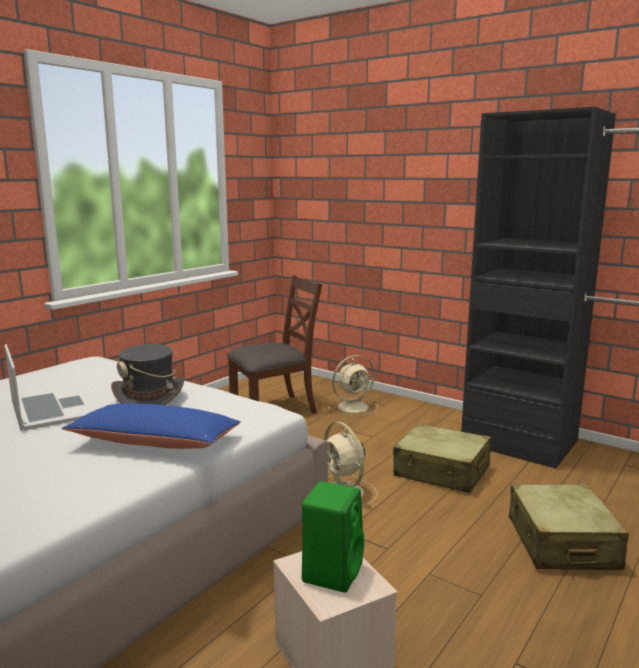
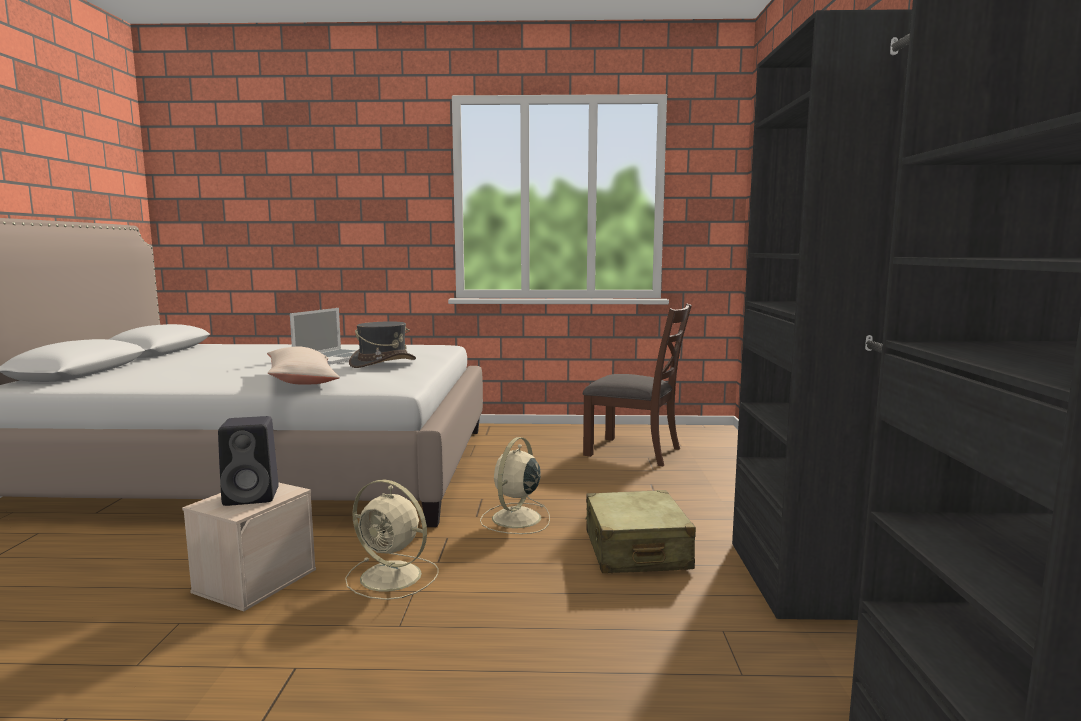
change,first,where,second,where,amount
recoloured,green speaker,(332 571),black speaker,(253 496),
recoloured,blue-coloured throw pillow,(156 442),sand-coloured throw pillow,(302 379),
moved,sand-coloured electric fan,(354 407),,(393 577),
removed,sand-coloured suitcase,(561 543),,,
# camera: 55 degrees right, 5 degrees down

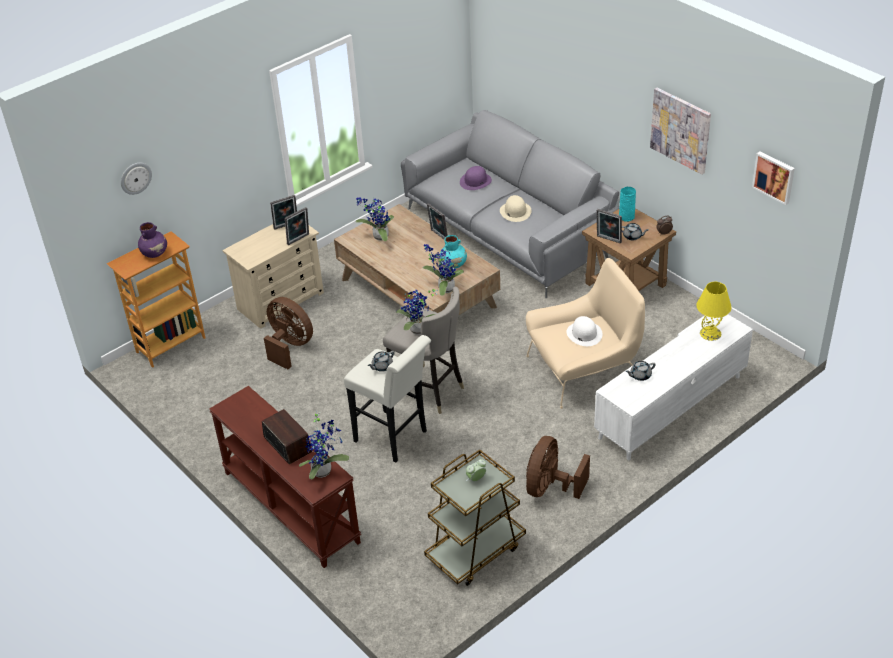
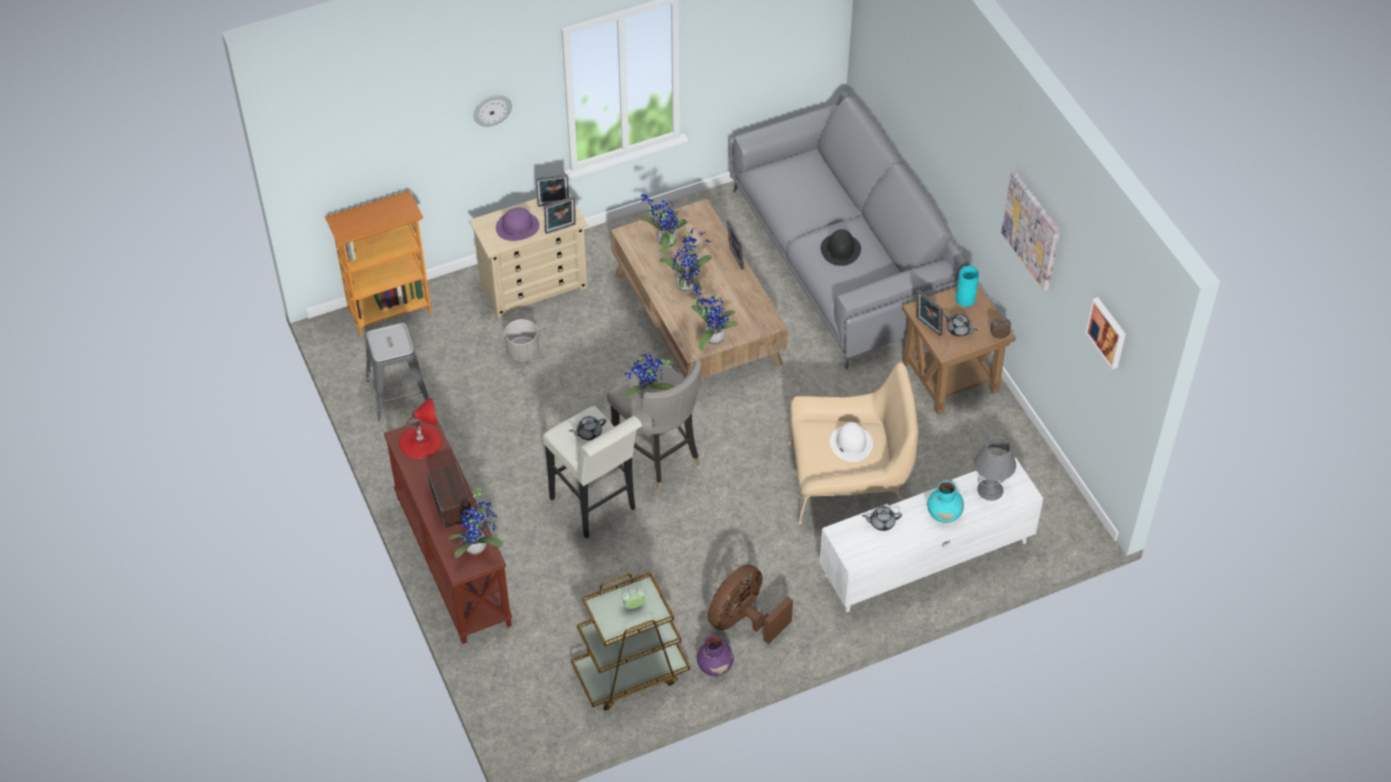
change,first,where,second,where,amount
added,,,grey stool,(399 393),
added,,,reddish tabletop lamp,(420 441),
moved,hanging clock,(135 178),,(492 109),
moved,purple-coloured clothing hat,(475 181),,(517 226),
replaced,brown electric fan,(289 346),grey flower pot,(522 352),
added,,,potted plant,(687 283),
moved,purple-coloured flower vase,(155 253),,(715 666),
recoloured,sand-coloured clothing hat,(515 211),black clothing hat,(840 249),
moved,turquoise-coloured flower vase,(454 264),,(944 514),
recoloured,yellowish tabletop lamp,(710 333),grey tabletop lamp,(990 490),
# camera: 15 degrees right, 10 degrees up

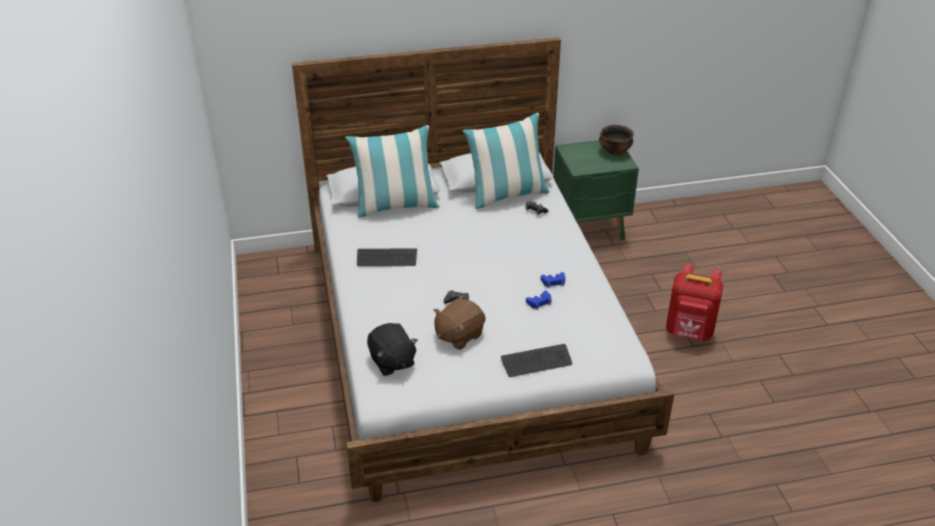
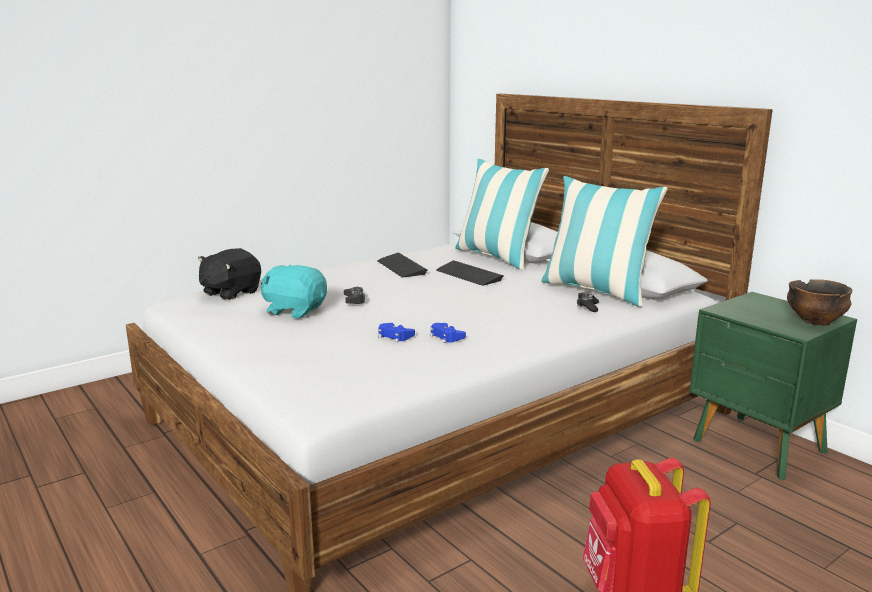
change,first,where,second,where,amount
recoloured,brown soft toy,(458 335),turquoise-coloured soft toy,(295 310),
moved,PC keyboard,(536 361),,(468 275),
# camera: 65 degrees right, 20 degrees down

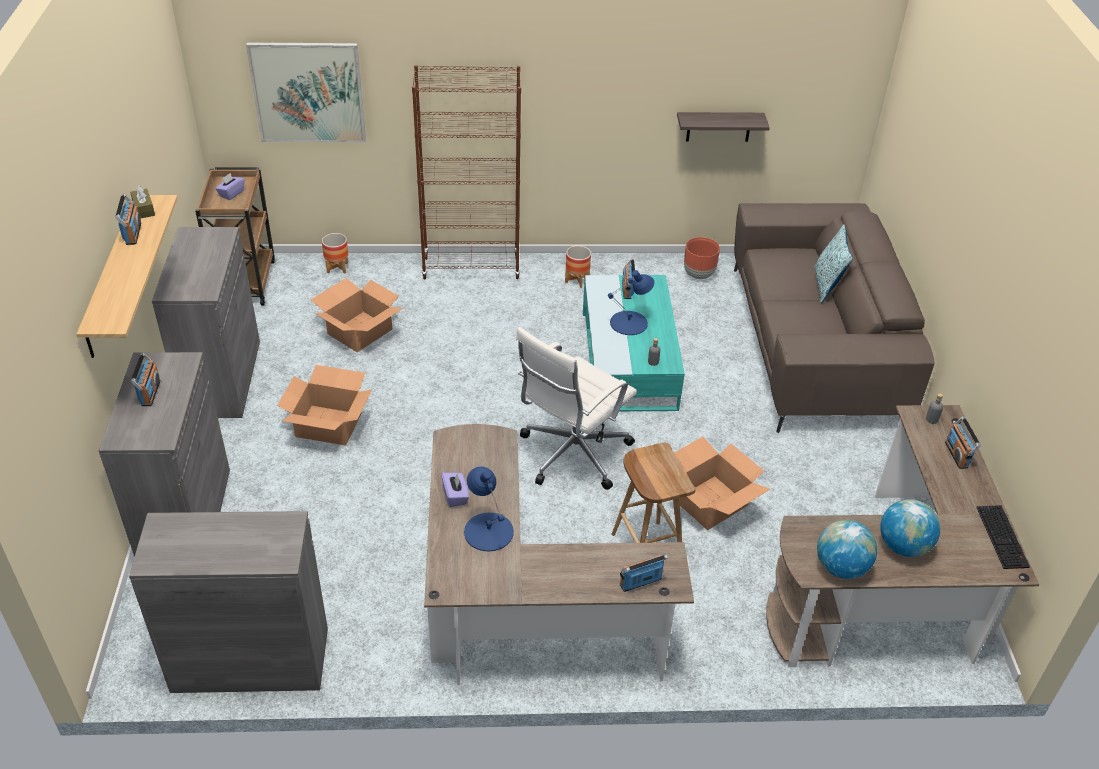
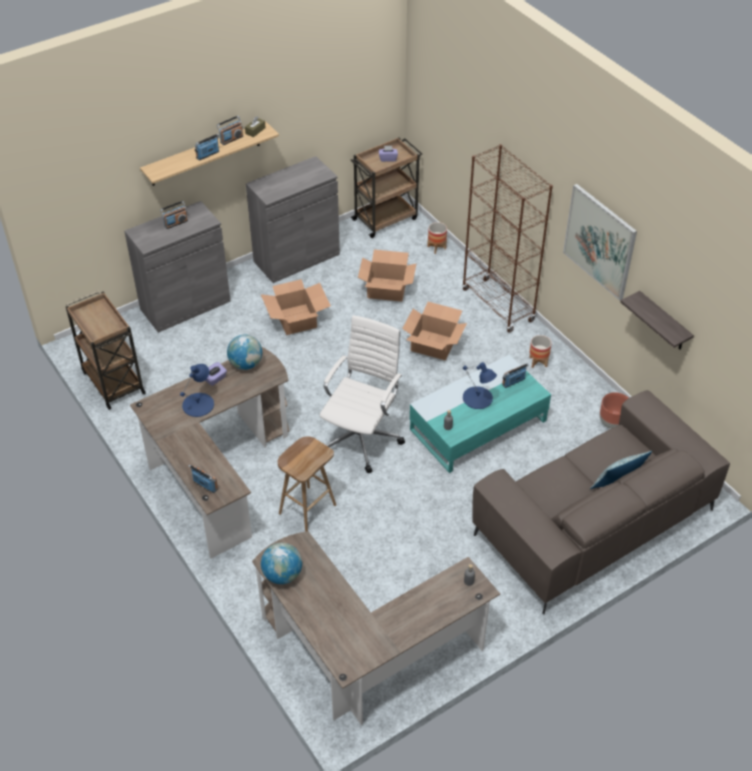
change,first,where,second,where,amount
replaced,grey cupboard,(250 660),brown cart,(113 381),
moved,radio set,(957 455),,(208 155),
moved,globe,(903 546),,(246 364),
turned,white-coloured office chair,(572 454),,(362 437),105 degrees clockwise
moved,packing box,(710 502),,(433 344),
moved,wall picture,(308 92),,(600 241),
removed,PC keyboard,(1003 537),,,
# camera: 60 degrees right, 5 degrees up

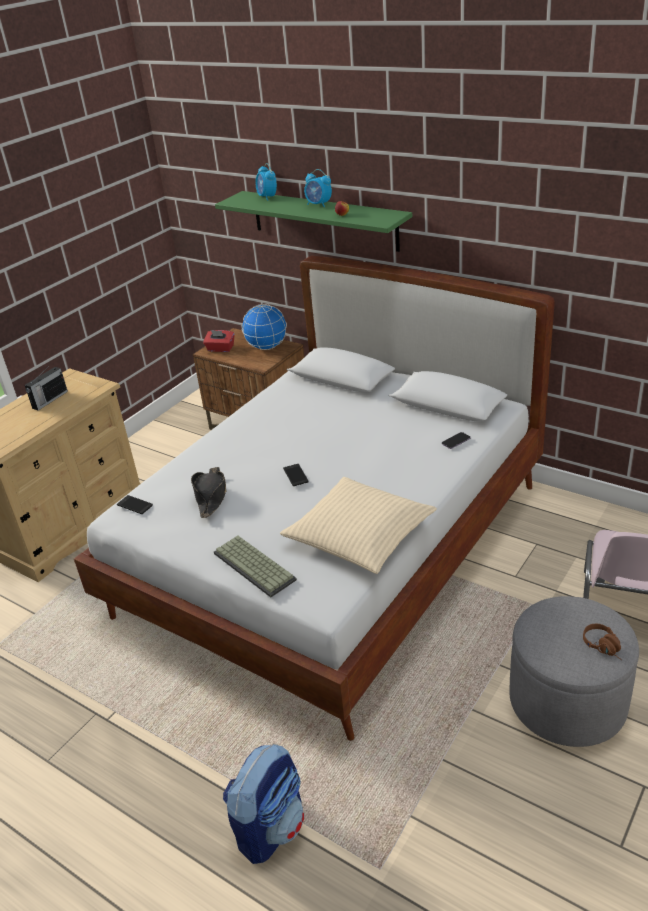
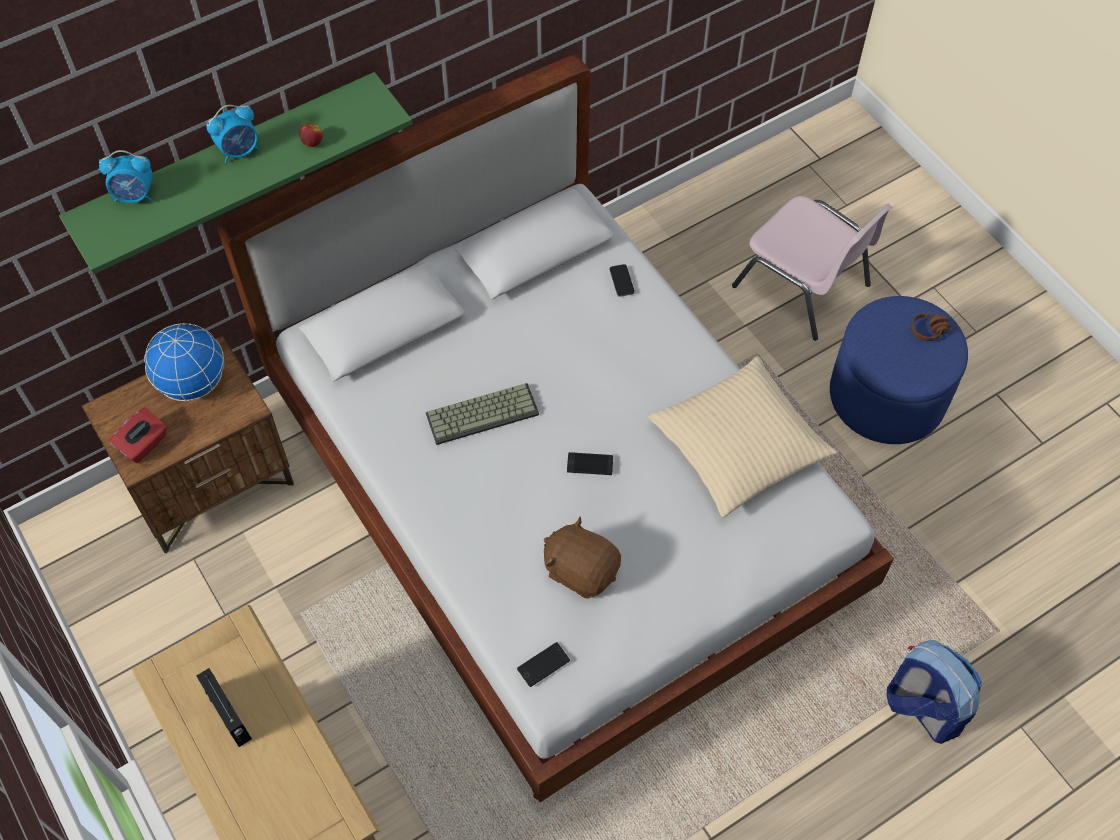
change,first,where,second,where,amount
moved,PC keyboard,(256 566),,(483 412),
replaced,black clothing hat,(211 496),brown soft toy,(581 570),
recoloured,grey pouffe,(567 701),blue-coloured pouffe,(887 396),
# camera: 70 degrees left, 25 degrees up

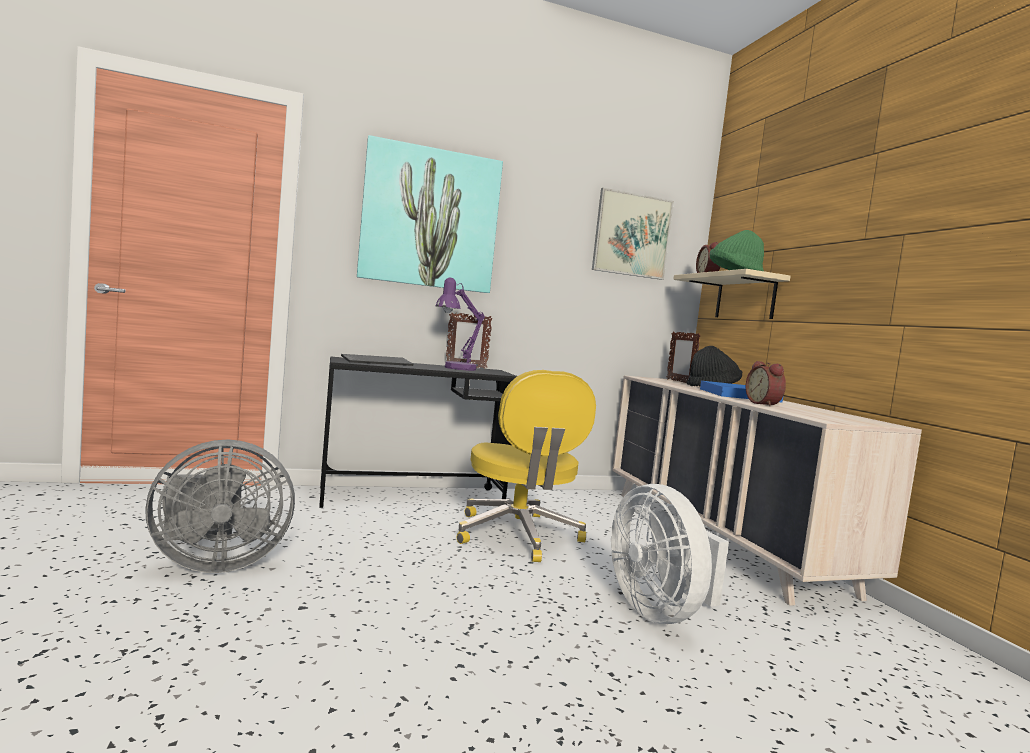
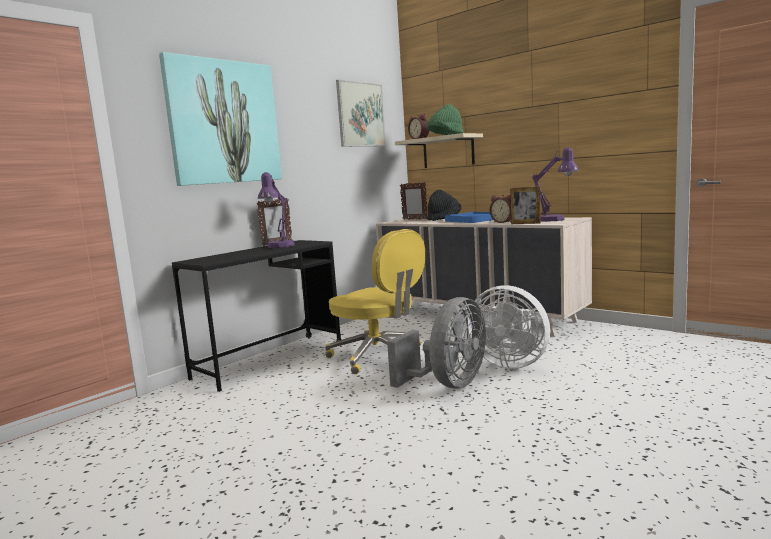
change,first,where,second,where,amount
moved,grey electric fan,(215 563),,(449 384),
added,,,picture frame,(525 223),
added,,,purple-coloured tabletop lamp,(556 220),
removed,PC keyboard,(377 362),,,
# camera: 30 degrees left, 5 degrees up

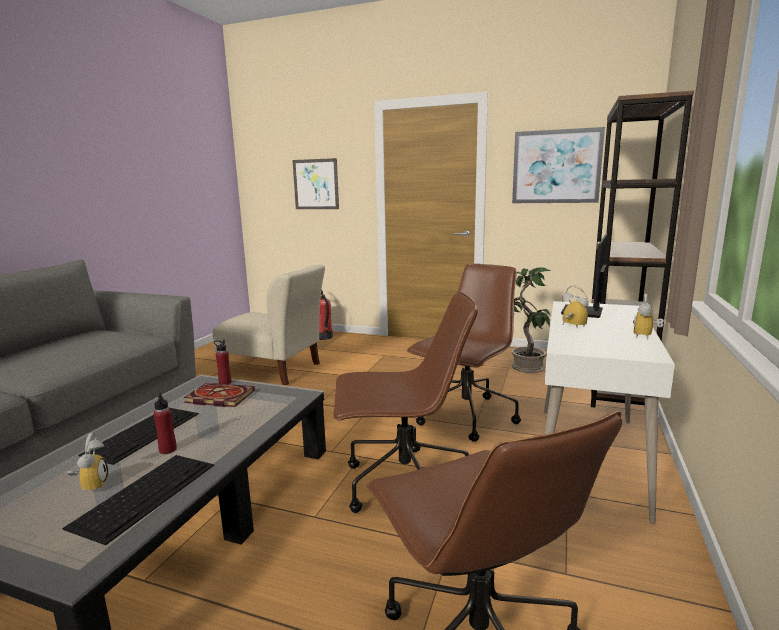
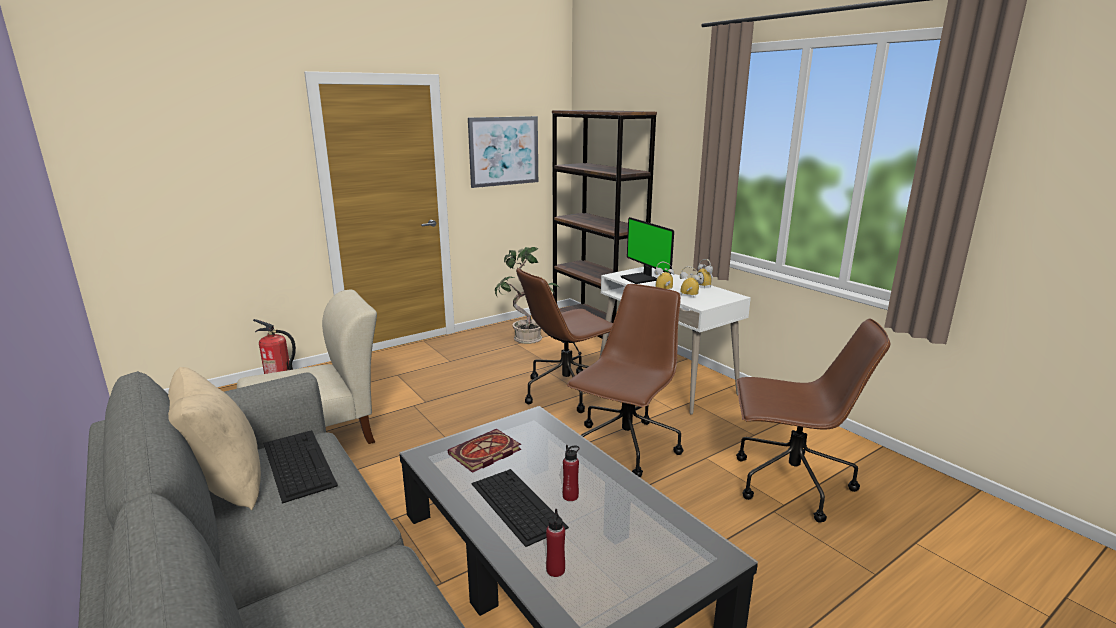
change,first,where,second,where,amount
added,,,sand-coloured throw pillow,(224 484),
moved,PC keyboard,(146 493),,(297 463),
turned,brown office chair,(465 417),,(567 391),105 degrees counterclockwise
moved,reddish drink bottle,(225 382),,(555 570),
moved,table clock,(91 485),,(688 296),
removed,wall picture,(316 184),,,
# camera: 55 degrees left, 5 degrees up

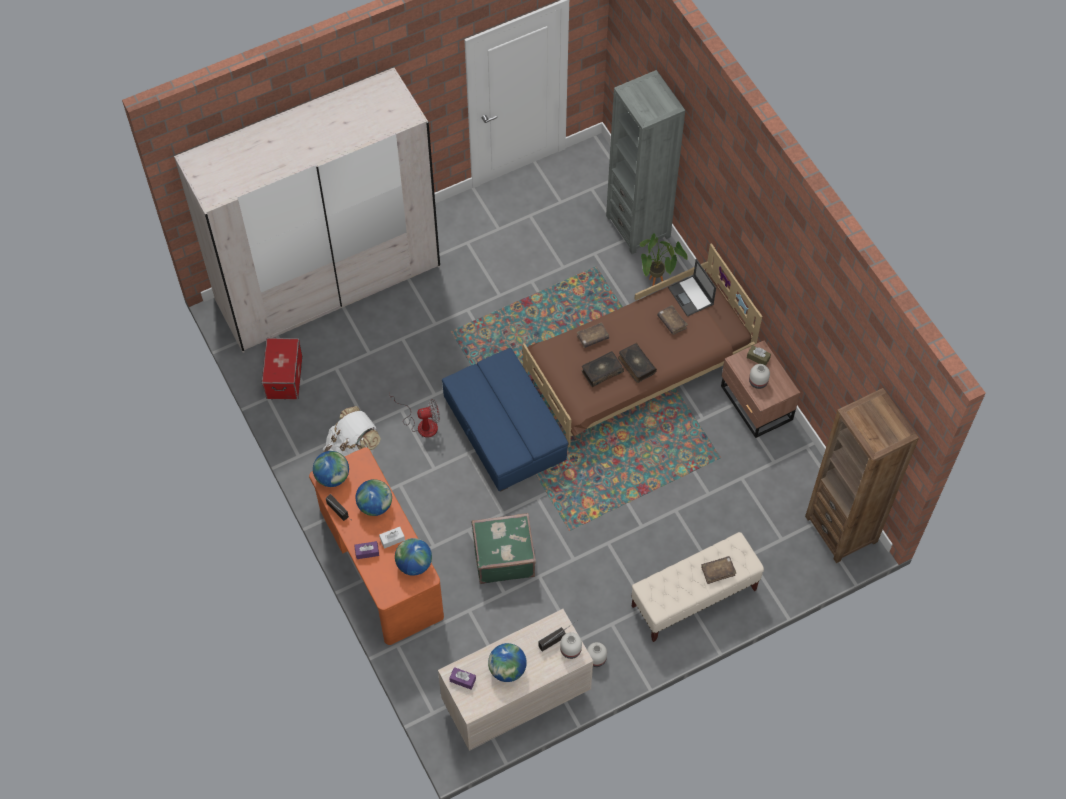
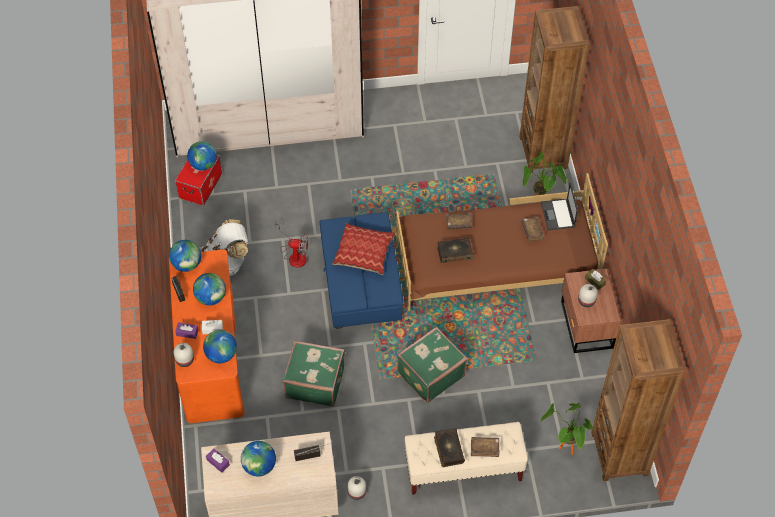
change,first,where,second,where,amount
moved,white-coloured flower vase,(571 650),,(185 361),
added,,,globe,(203 164),
added,,,throw pillow,(364 253),
added,,,green suitcase,(429 374),
moved,bound book,(636 365),,(448 450),
recoloured,grey bookcase,(638 226),brown bookcase,(543 152),
added,,,potted plant,(564 451),
# camera: 20 degrees right, 5 degrees down

